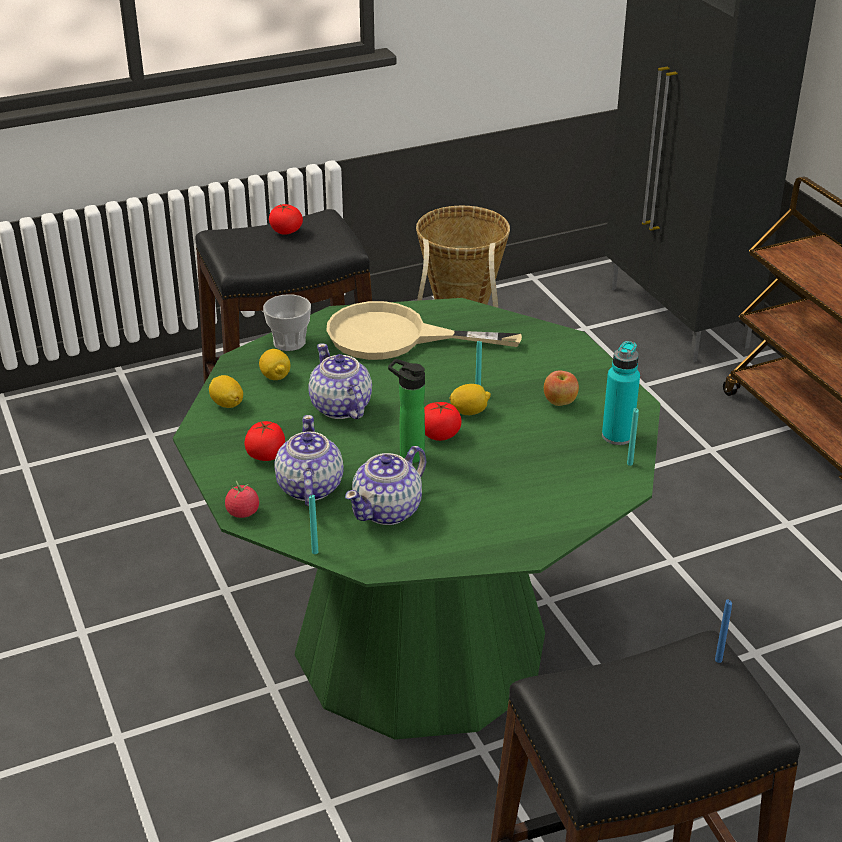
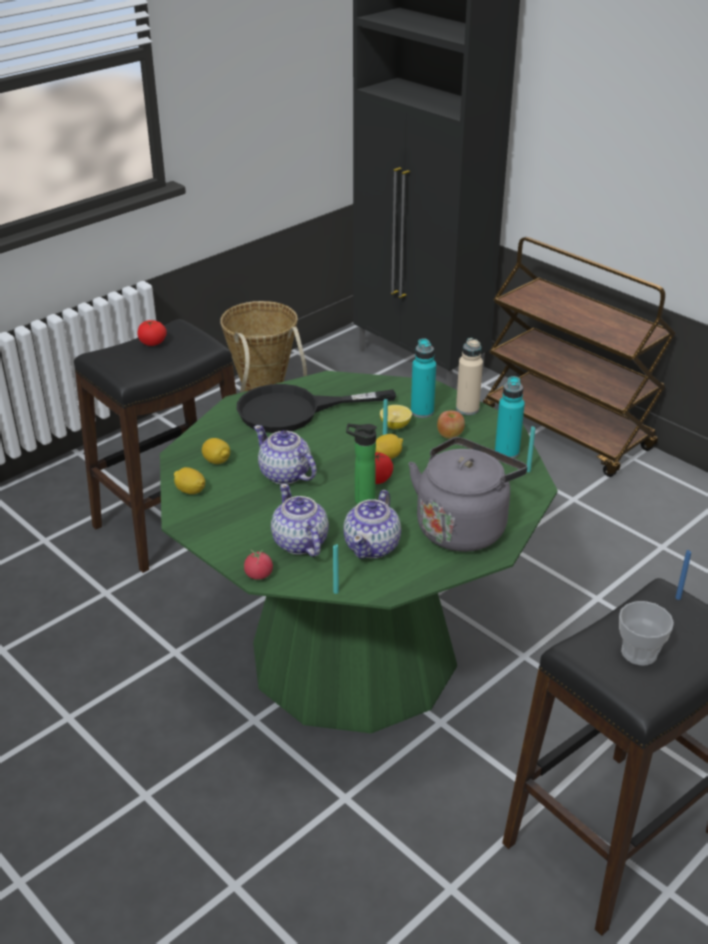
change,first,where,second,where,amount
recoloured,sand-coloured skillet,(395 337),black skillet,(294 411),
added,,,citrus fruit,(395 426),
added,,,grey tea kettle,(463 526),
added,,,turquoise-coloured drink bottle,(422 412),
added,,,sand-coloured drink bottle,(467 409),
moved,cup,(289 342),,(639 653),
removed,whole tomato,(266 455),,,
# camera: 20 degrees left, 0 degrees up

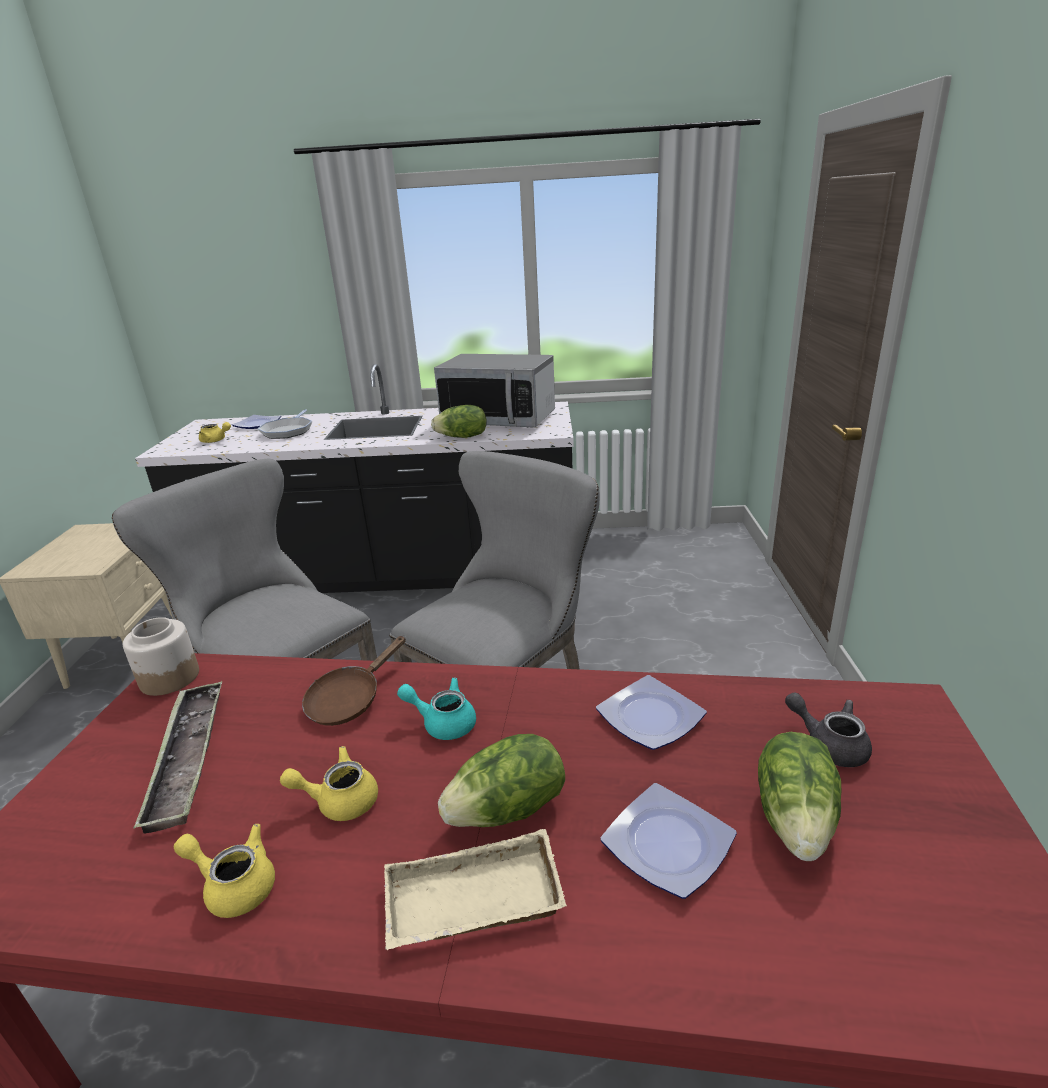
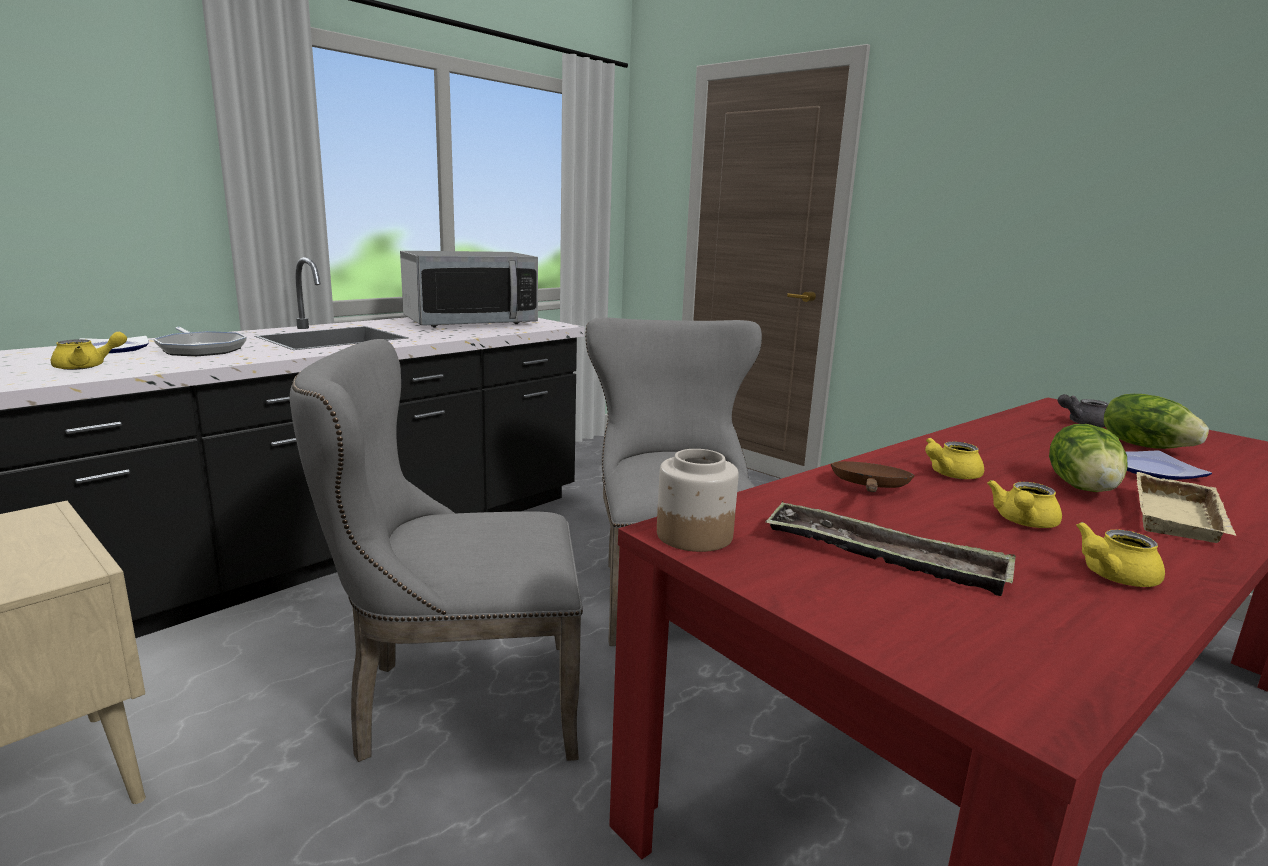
change,first,where,second,where,amount
turned,brown skillet,(350 700),,(869 488),150 degrees counterclockwise
recoloured,turquoise-coloured pot for tea,(443 722),yellowish pot for tea,(949 474),
removed,head of lettuce,(462 437),,,
removed,flat dish,(650 719),,,
# camera: 50 degrees left, 10 degrees down

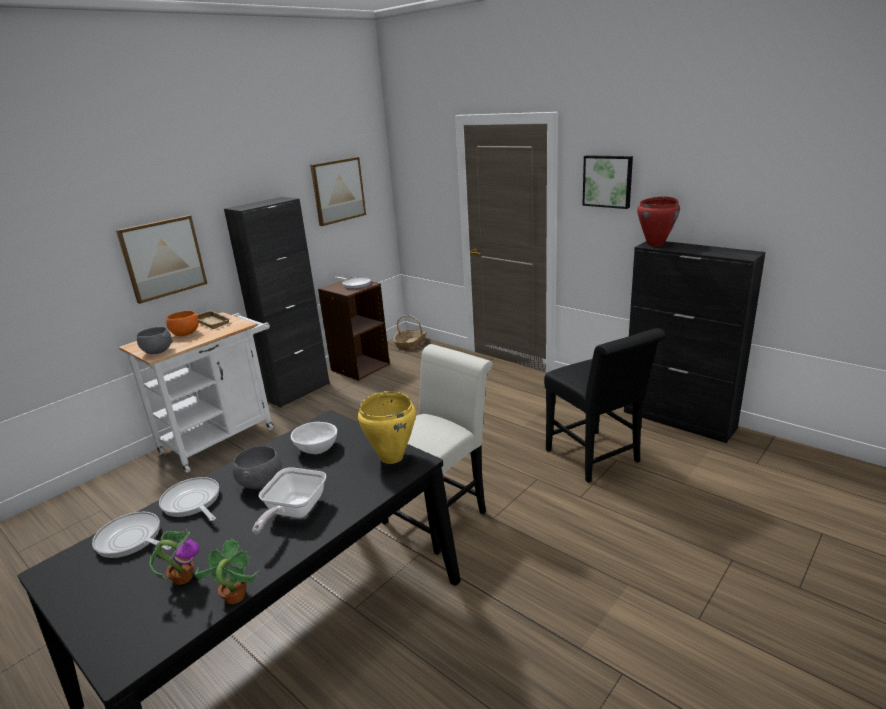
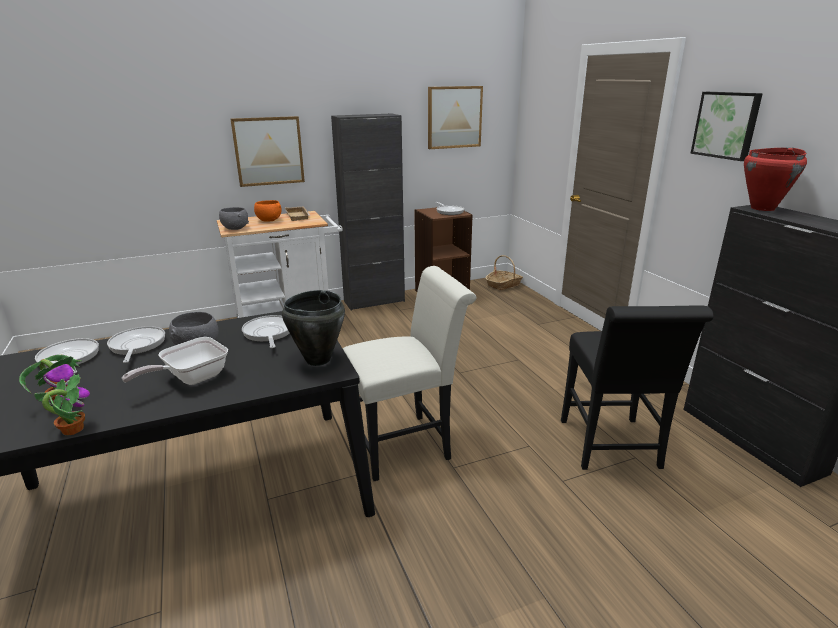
change,first,where,second,where,amount
replaced,white-coloured bowl,(316 448),skillet,(268 333),
recoloured,yellowish stockpot,(391 457),black stockpot,(317 360),
# camera: 25 degrees right, 0 degrees up

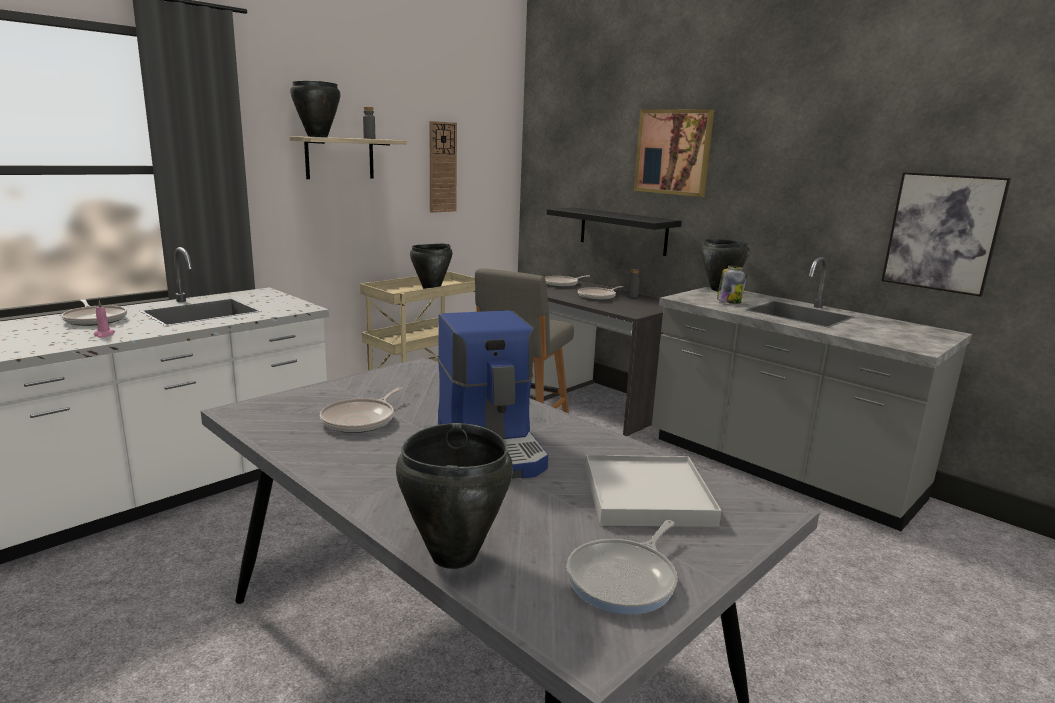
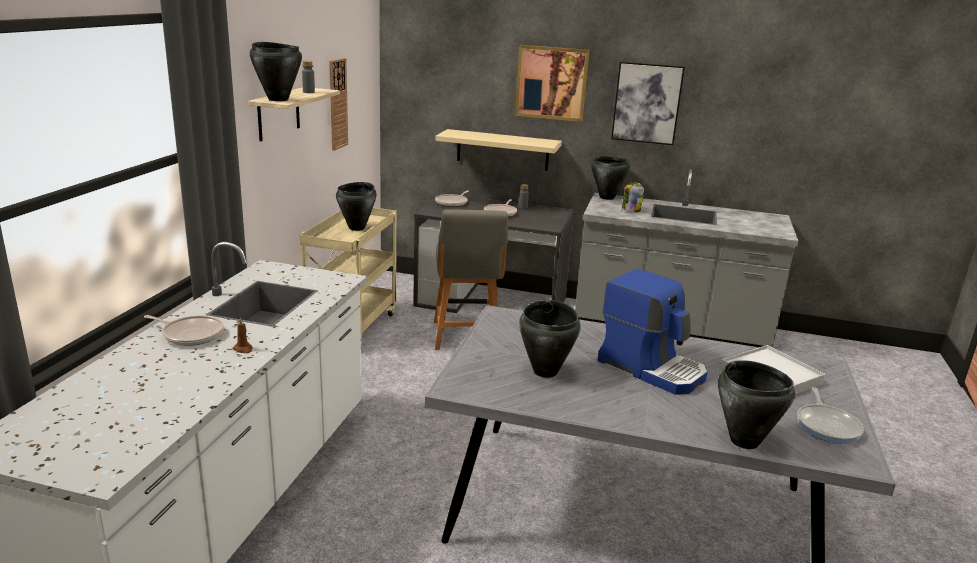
change,first,where,second,where,amount
recoloured,pinkish wax light,(104 334),brown wax light,(243 349),
recoloured,black wall shelf,(623 231),sand-coloured wall shelf,(502 150),
replaced,skillet,(361 420),black stockpot,(546 371),
moved,wall picture,(942 232),,(647 103),
# camera: 30 degrees left, 5 degrees up

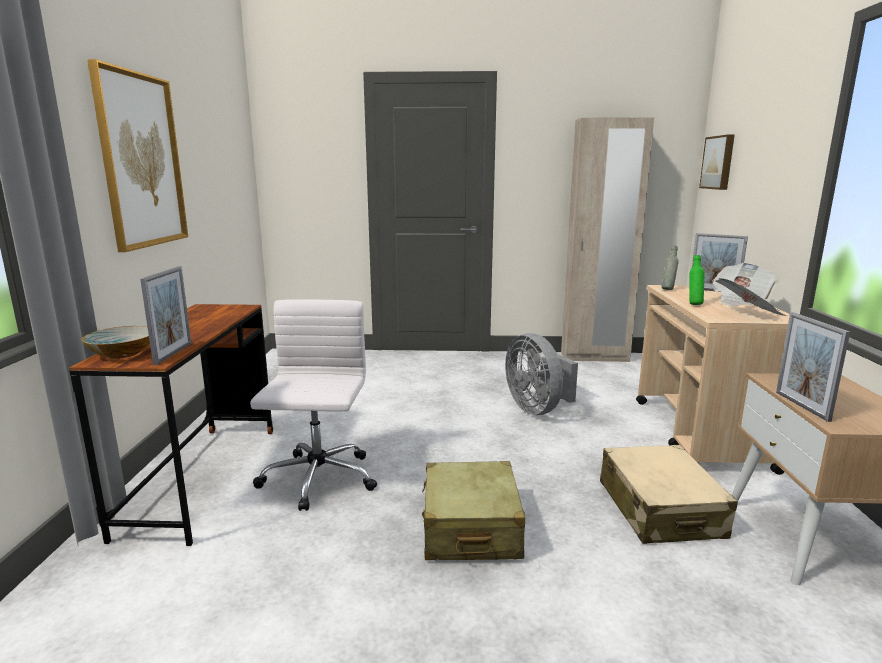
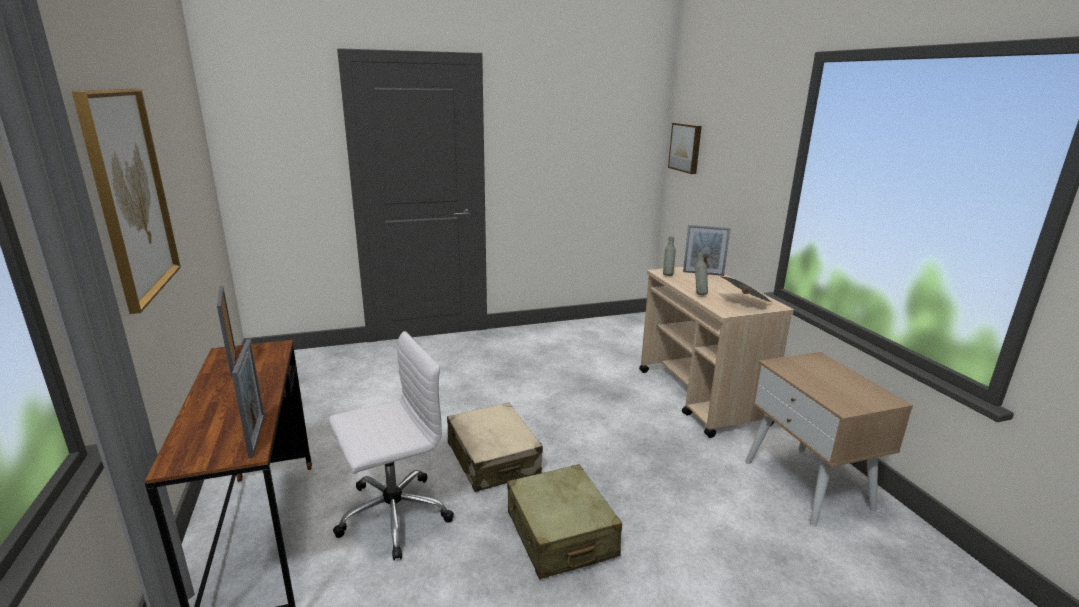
change,first,where,second,where,amount
moved,picture frame,(801 406),,(233 362),
turned,white-coloured office chair,(318 480),,(392 515),75 degrees clockwise
moved,sand-coloured suitcase,(660 509),,(493 459),
recoloured,green drink bottle,(694 304),grey drink bottle,(699 294),
removed,bowl,(122 353),,,
removed,grey electric fan,(537 409),,,
removed,sand-coloured armoire,(594 357),,,
removed,newspaper,(740 300),,,
# camera: 20 degrees left, 5 degrees up

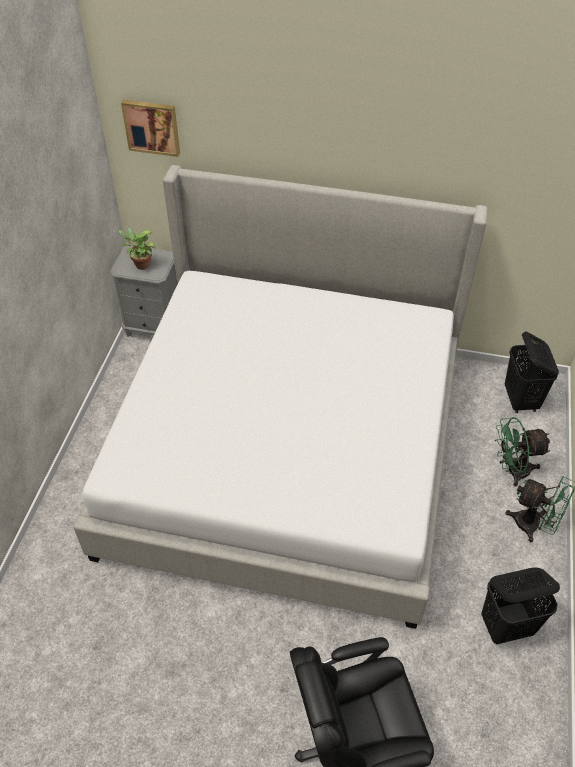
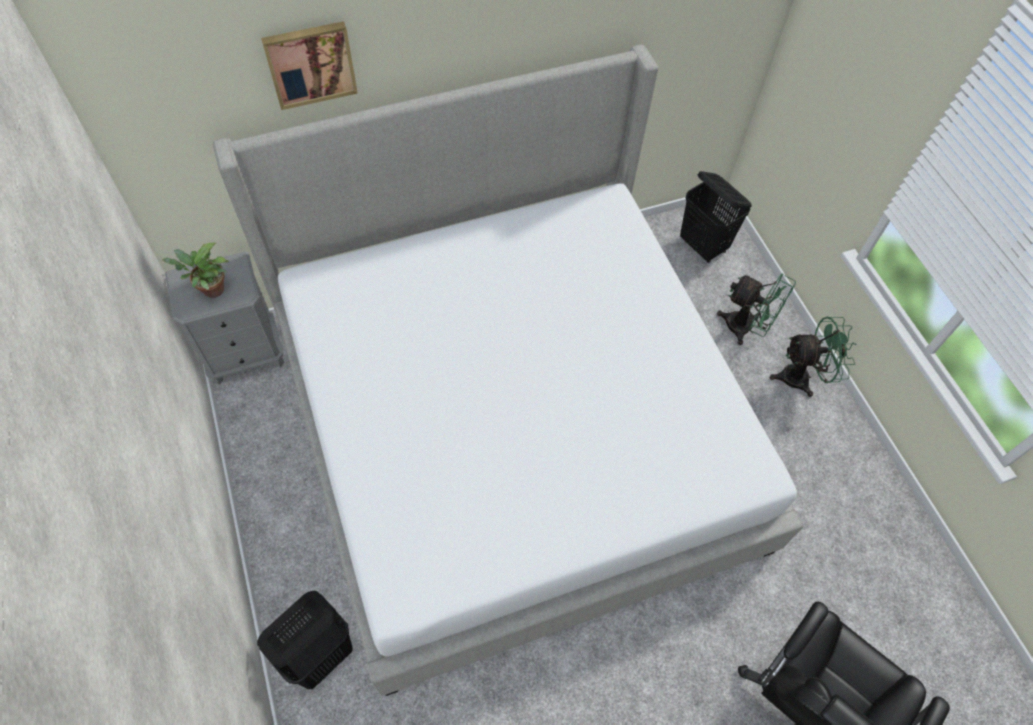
change,first,where,second,where,amount
moved,black washing basket,(507 626),,(321 655),
moved,wall picture,(152 127),,(310 63),
turned,green electric fan,(512 470),,(745 328),105 degrees counterclockwise
# camera: 35 degrees left, 10 degrees up

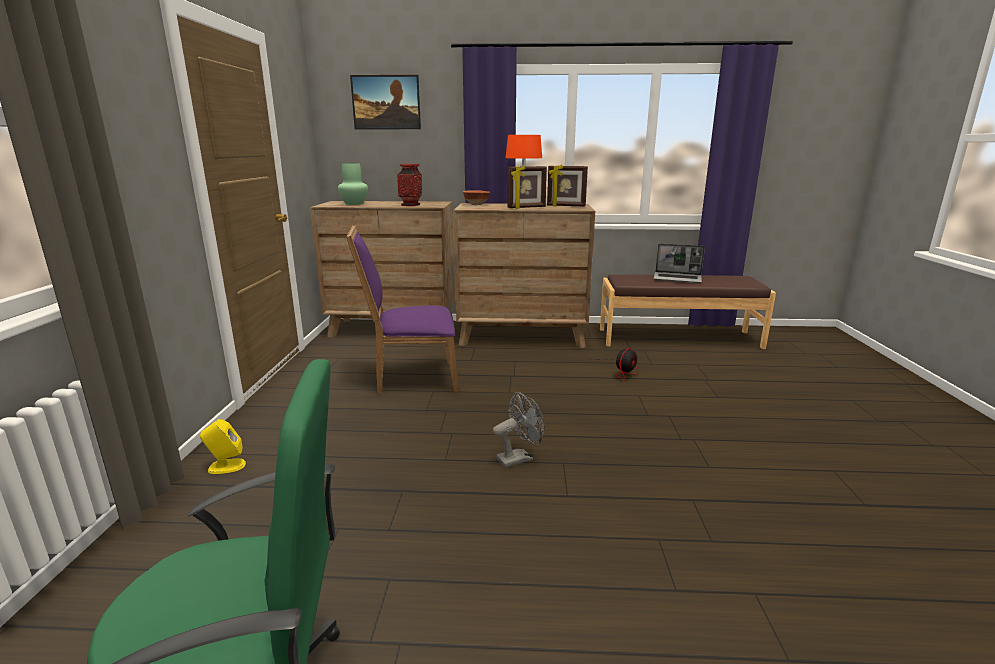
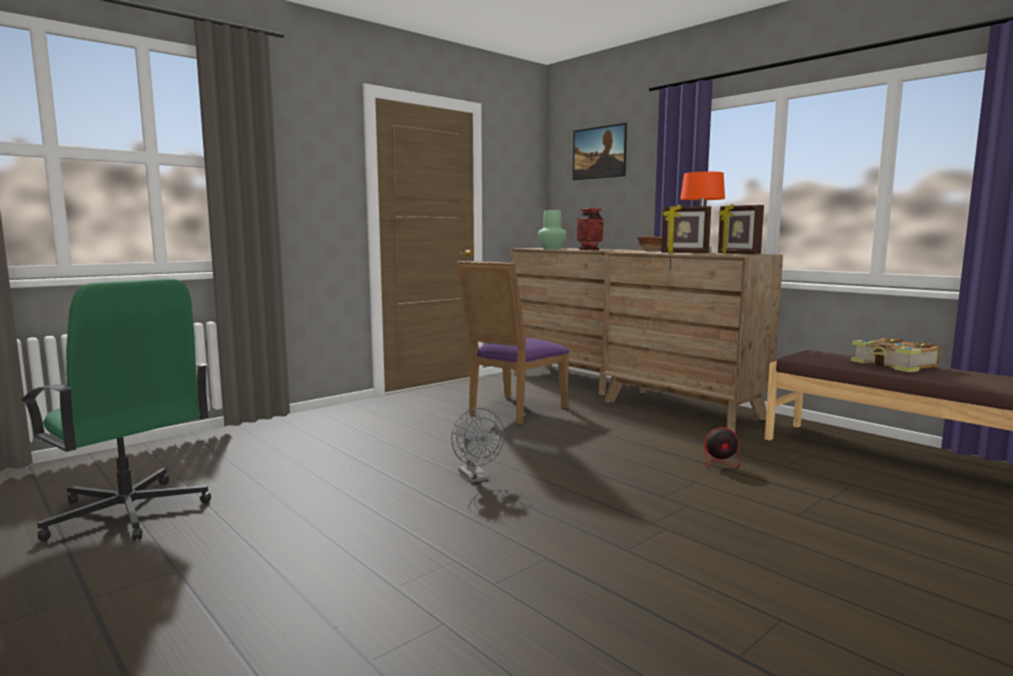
change,first,where,second,where,amount
turned,grey electric fan,(519 458),,(476 478),45 degrees clockwise
turned,purple-coloured upright chair,(411 378),,(513 411),90 degrees counterclockwise
replaced,portable computer,(678 279),bound book,(894 365),
removed,yellowish speaker,(226 466),,,
# camera: 45 degrees right, 10 degrees down

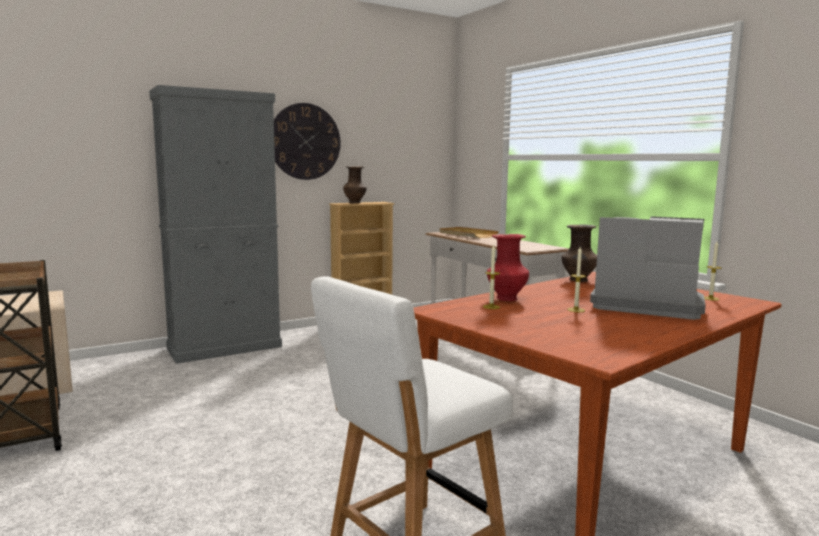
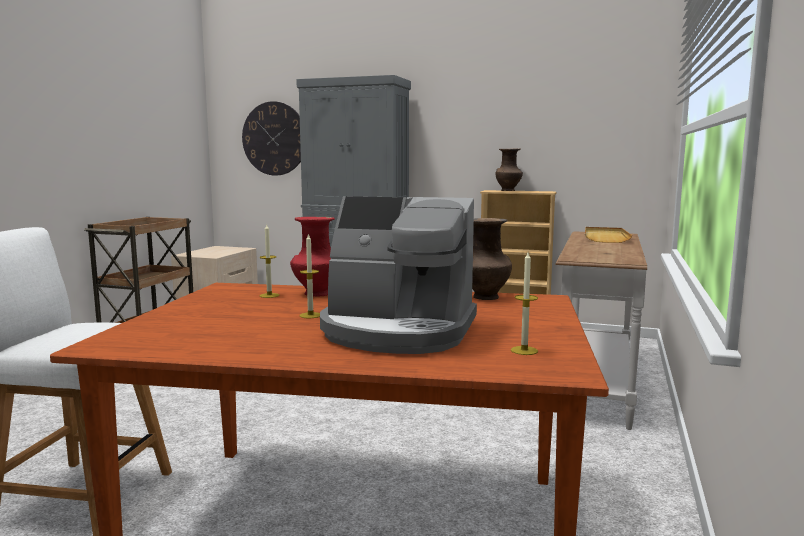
change,first,where,second,where,amount
moved,hanging clock,(305 141),,(274 138),
turned,coffee brewer,(644 305),,(398 331),120 degrees clockwise
# camera: 50 degrees right, 0 degrees up

